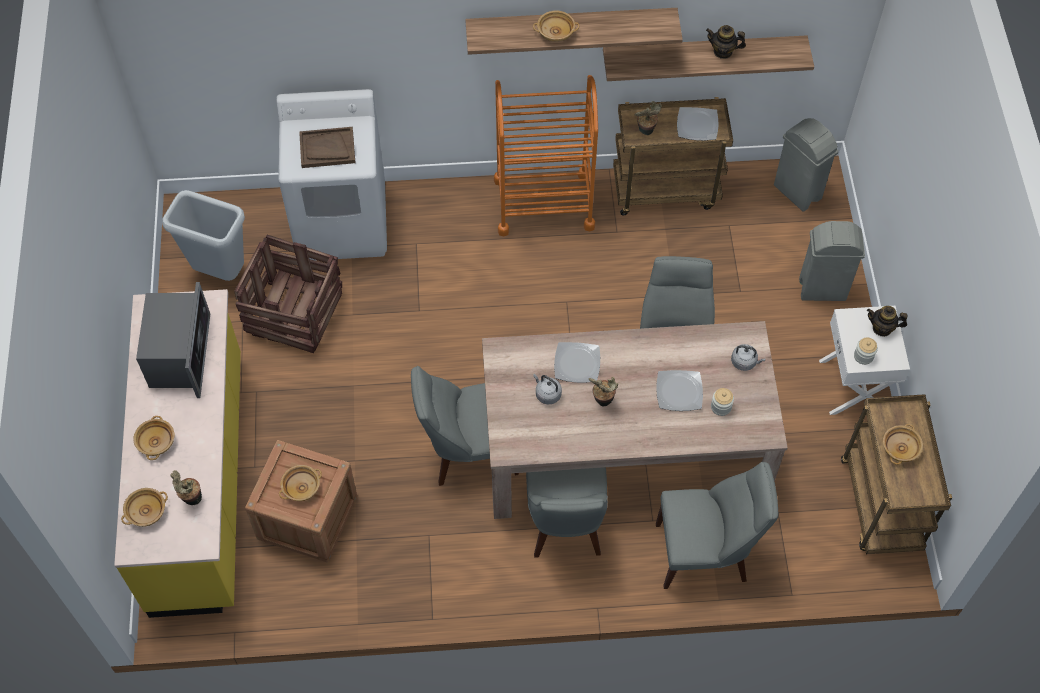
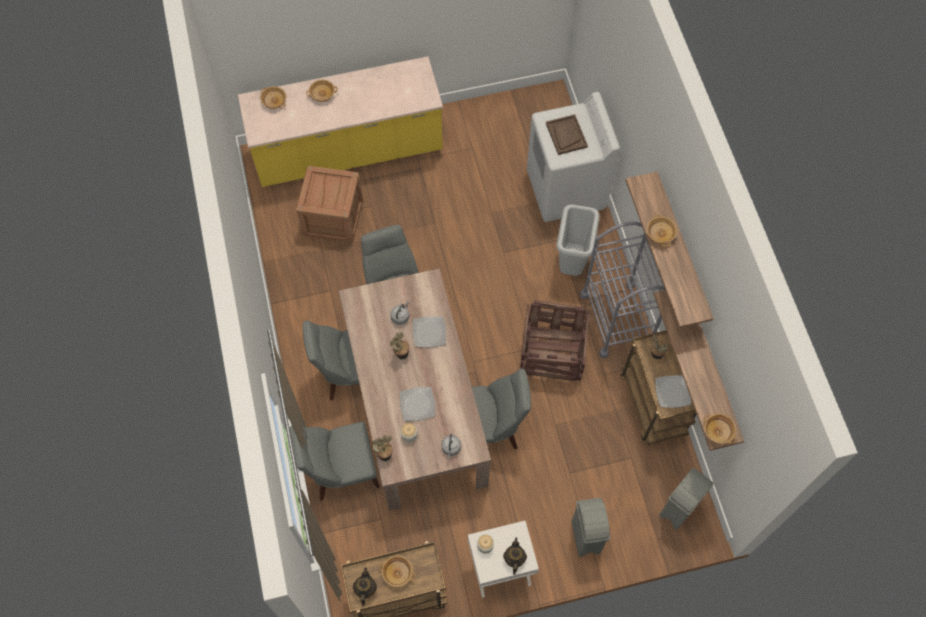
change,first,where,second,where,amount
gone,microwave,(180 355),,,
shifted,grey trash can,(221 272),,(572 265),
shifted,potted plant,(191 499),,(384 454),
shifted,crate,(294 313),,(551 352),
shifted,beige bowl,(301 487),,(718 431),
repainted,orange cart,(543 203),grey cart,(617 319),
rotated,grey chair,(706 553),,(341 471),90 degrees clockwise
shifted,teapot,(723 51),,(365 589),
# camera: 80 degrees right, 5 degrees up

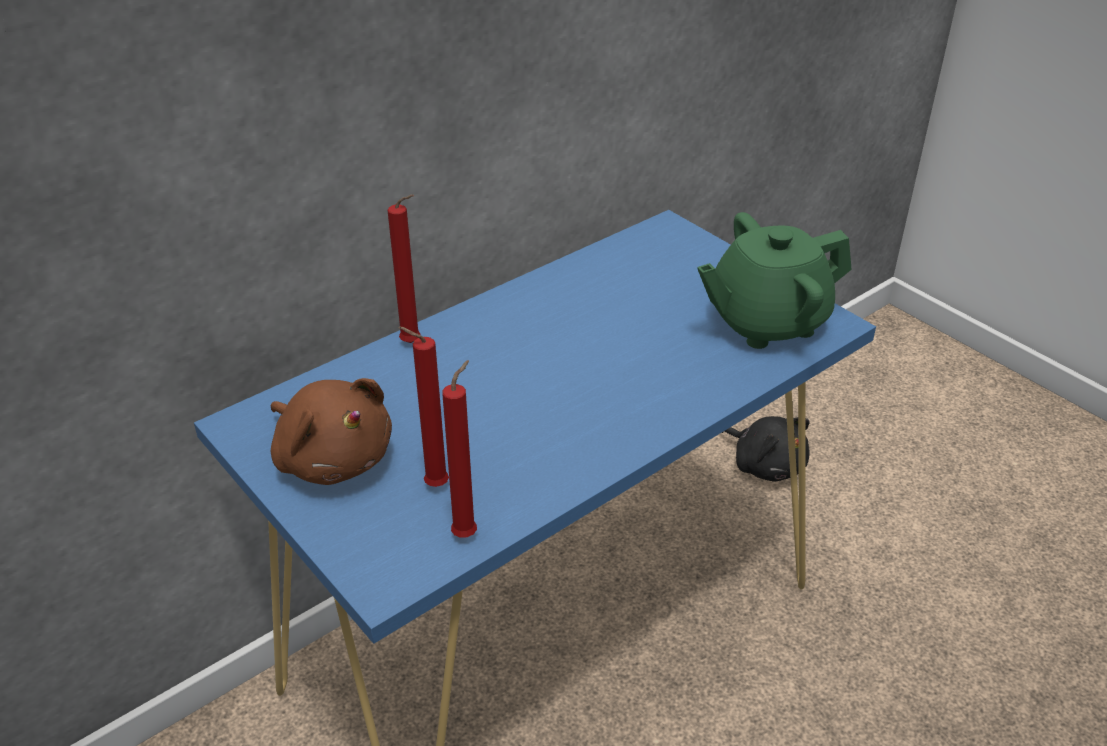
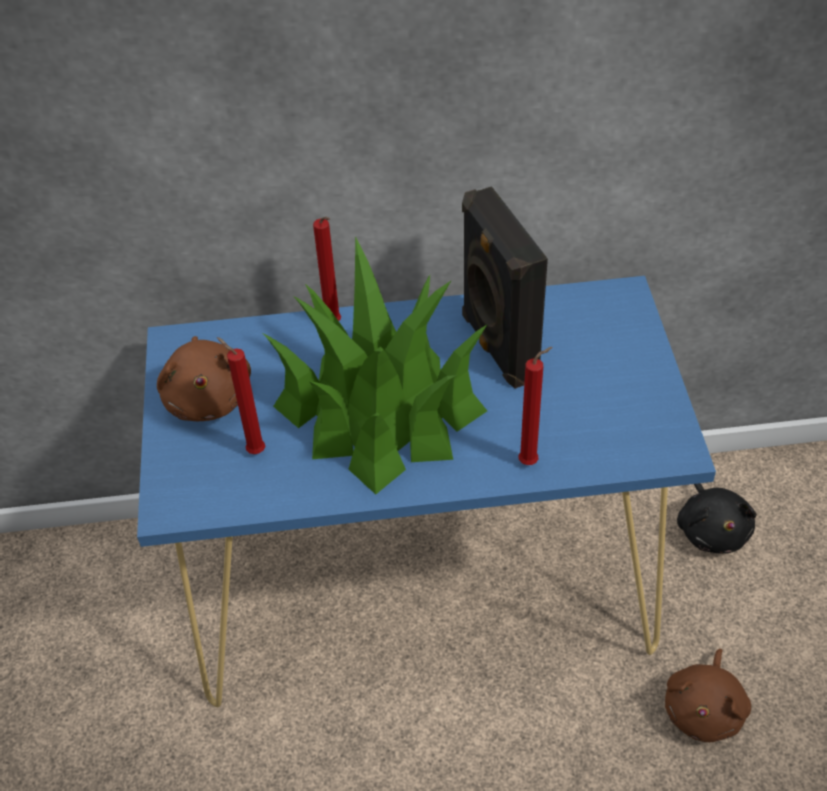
change,first,where,second,where,amount
shifted,red candle,(467 533),,(531 461),
gone,green teapot,(766 322),,,
new,,,potted plant,(380 408),
new,,,black speaker,(496 347),
new,,,brown plush toy,(704 709),
# camera: 35 degrees right, 10 degrees up

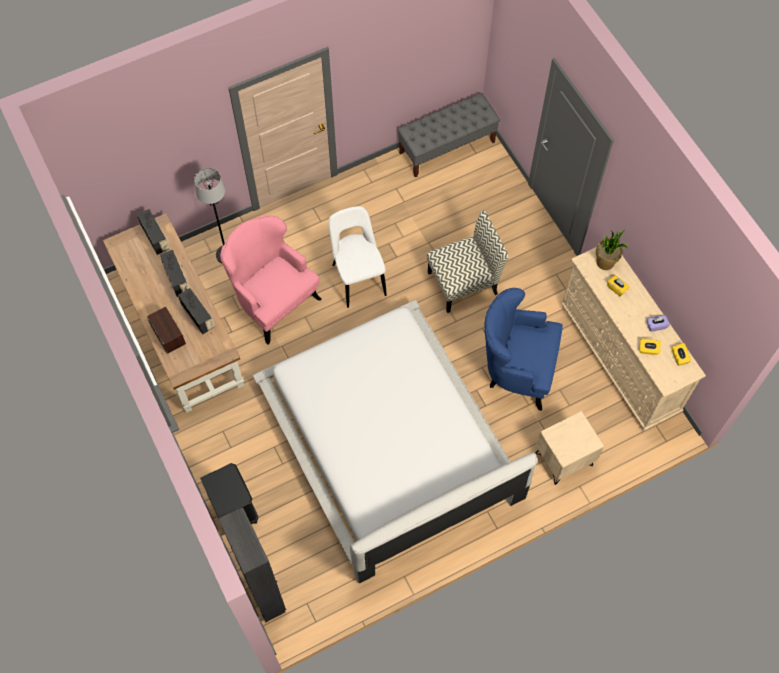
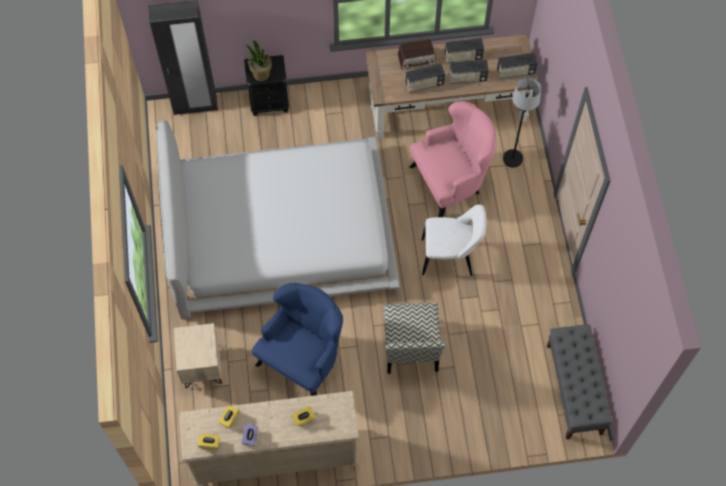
change,first,where,second,where,amount
shifted,potted plant,(605 262),,(261 74),
new,,,radio,(463 57),
# camera: 110 degrees right, 0 degrees up

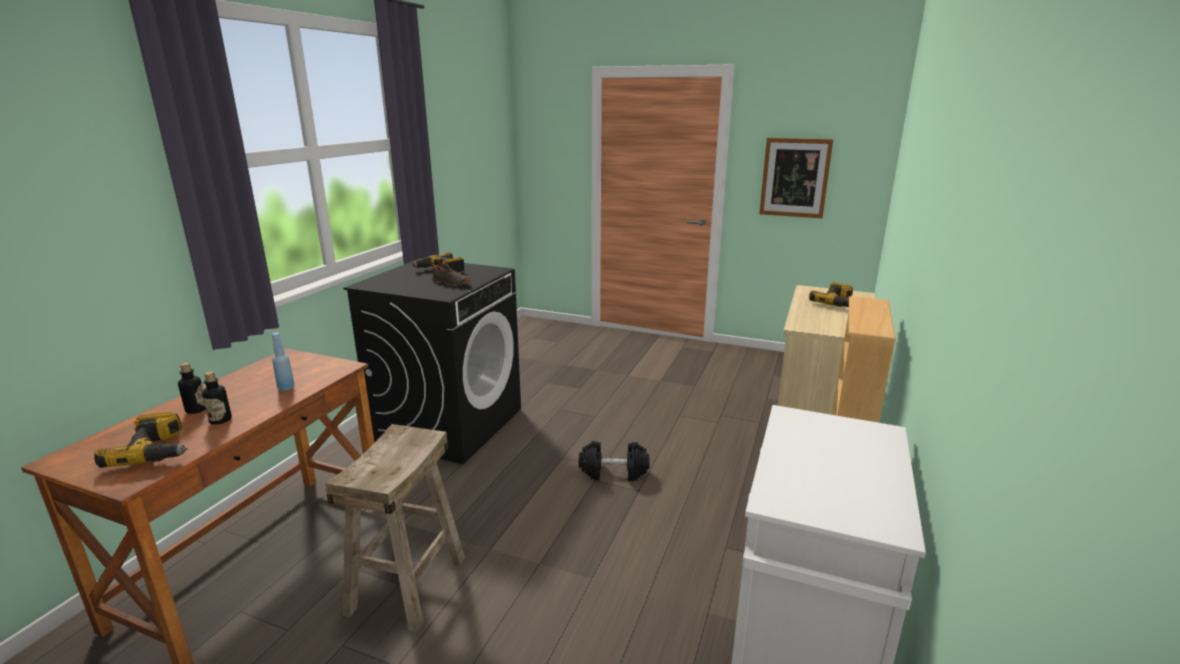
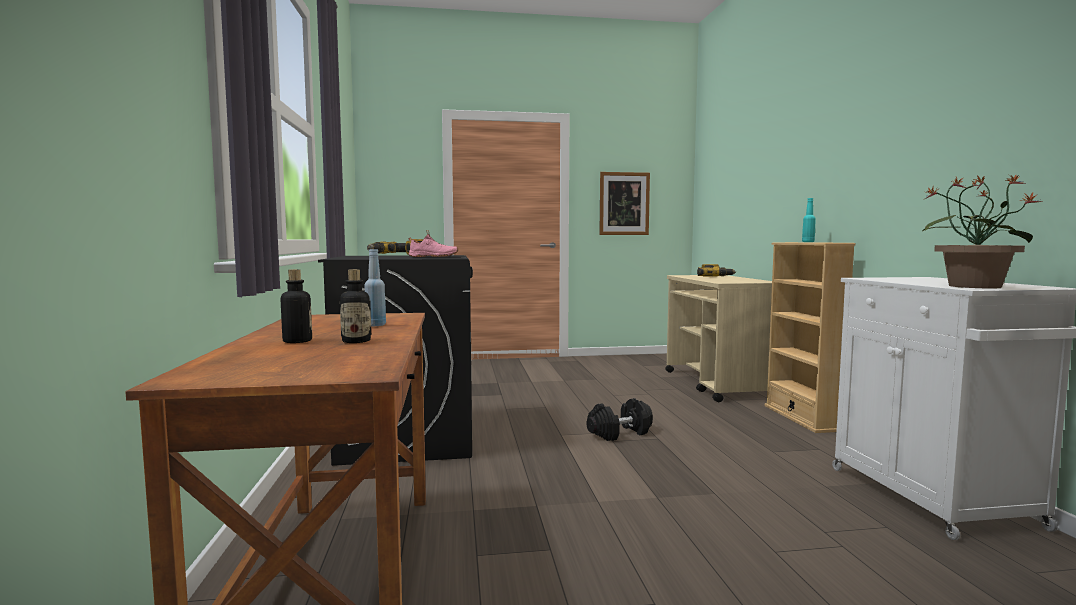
change,first,where,second,where,amount
gone,power drill,(156 451),,,
gone,beige stool,(408 585),,,
repainted,black shoe,(450 283),pink shoe,(433 257),
new,,,turquoise bottle,(808 242),
new,,,potted plant,(972 286),
# camera: 30 degrees left, 15 degrees down

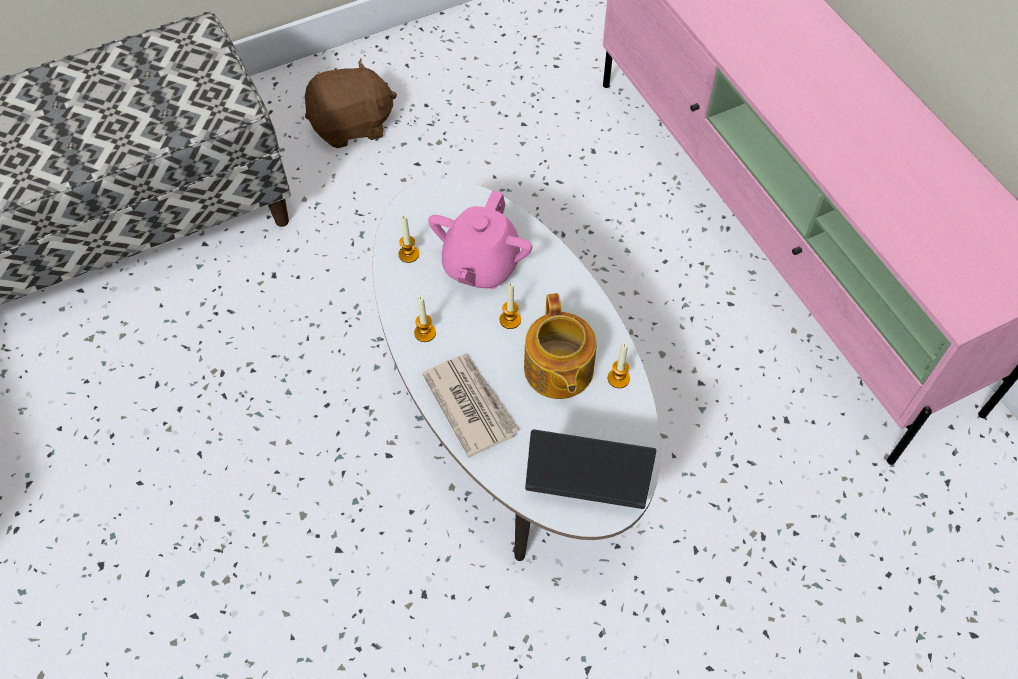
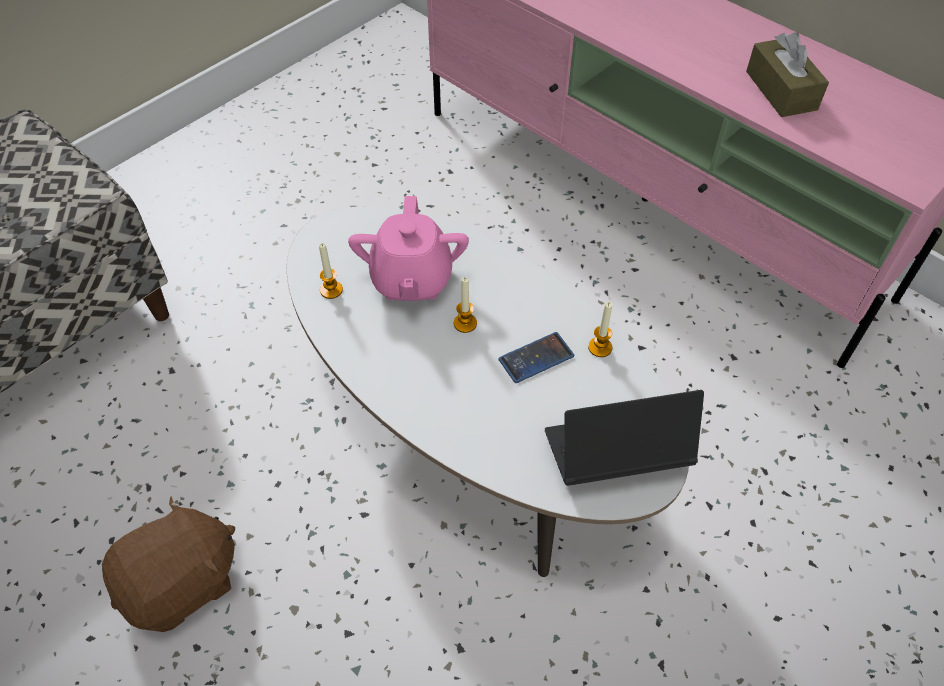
change,first,where,second,where,amount
shifted,brown plush toy,(352 126),,(183 583),
gone,candle,(425 333),,,
gone,newspaper,(470 404),,,
swapped,teapot,(558 370),phone,(536 358),
new,,,brown tissue box,(781 90),
# camera: 20 degrees left, 5 degrees down

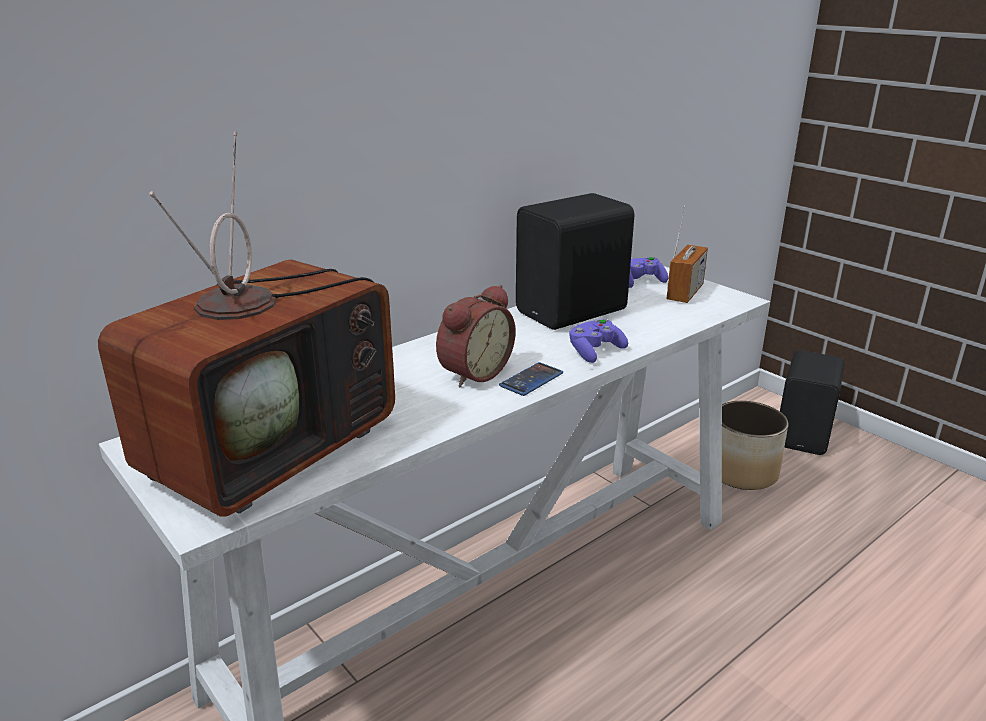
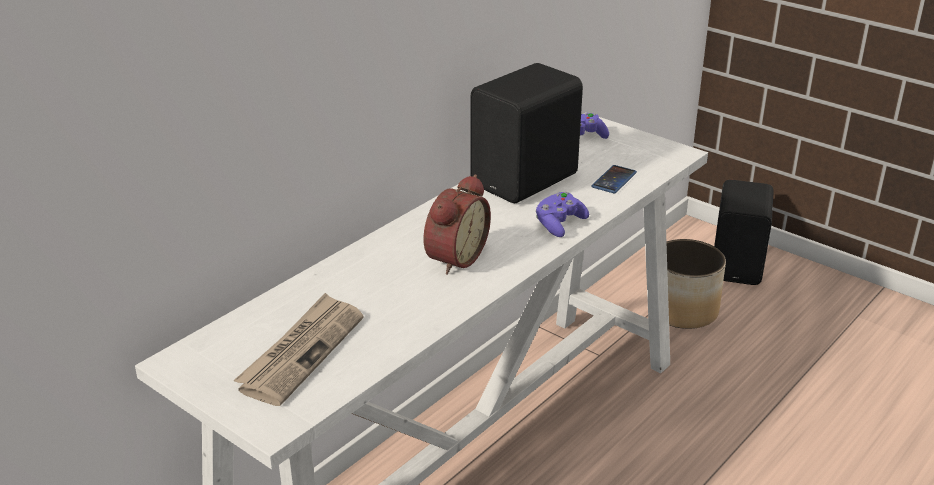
change,first,where,second,where,amount
swapped,television,(273 447),newspaper,(301 352),
shifted,phone,(531 380),,(614 180),
gone,radio,(685 293),,,
# camera: 10 degrees left, 5 degrees up

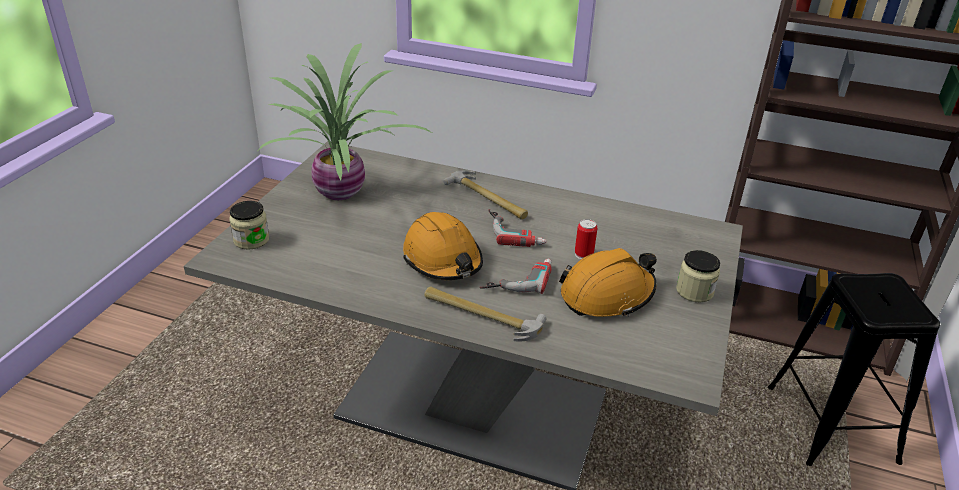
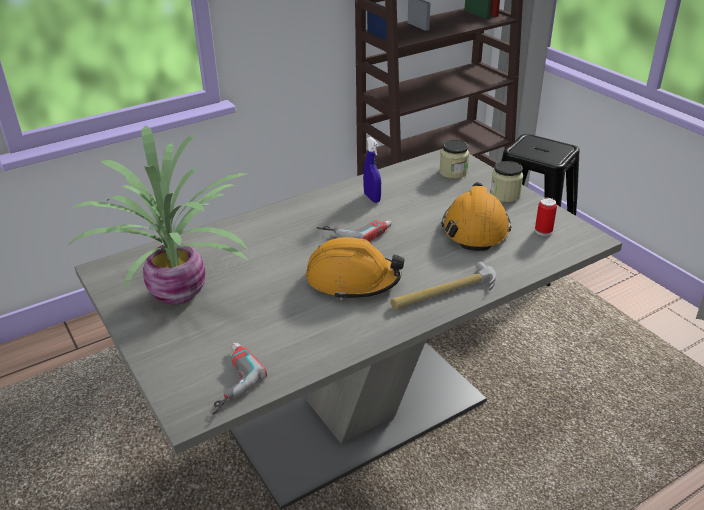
change,first,where,second,where,amount
shifted,jar,(251 240),,(453 172),
gone,hammer,(487 198),,,
shifted,power drill,(517 278),,(227 381),
shifted,can,(583 254),,(543 231),
new,,,blue spray bottle,(372 198),
# camera: 50 degrees left, 0 degrees up

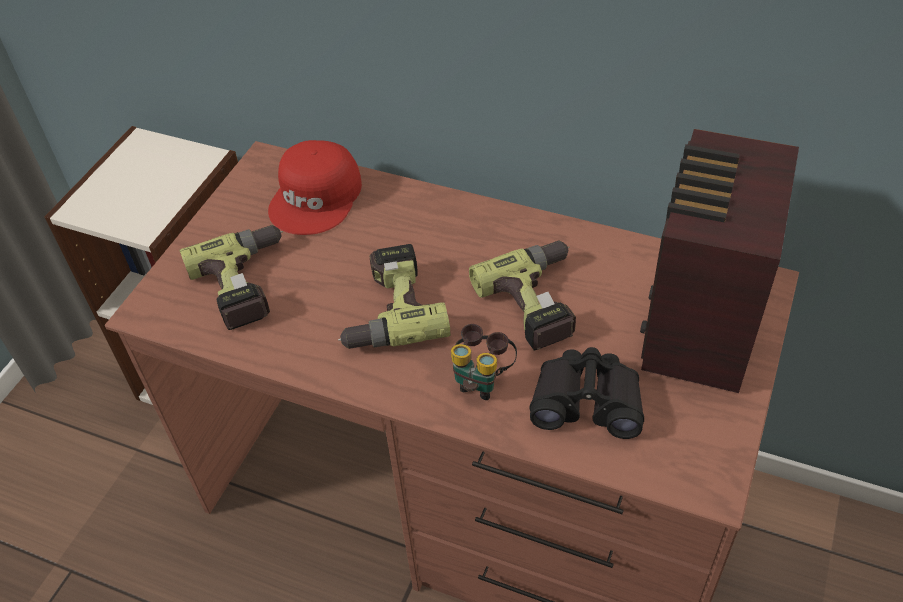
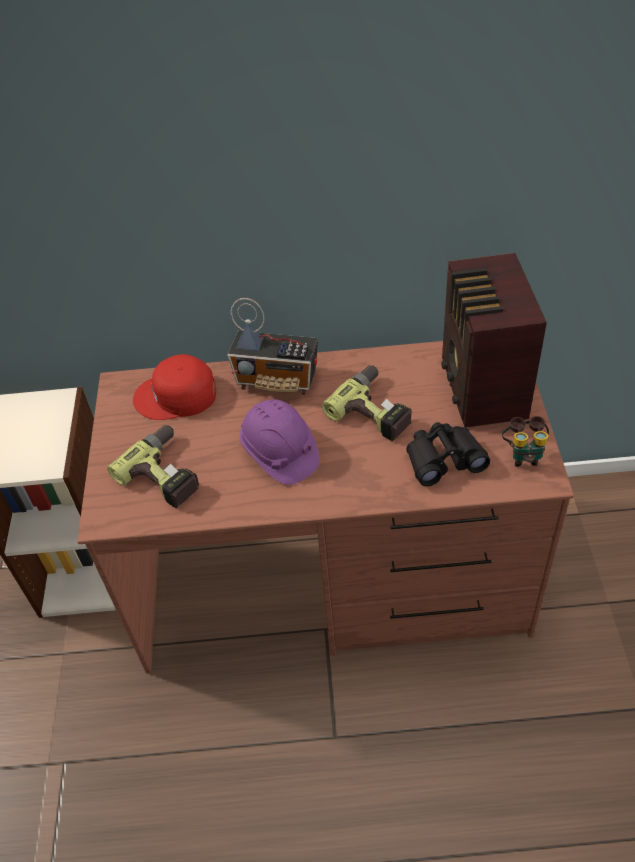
change,first,where,second,where,amount
rotated,red cap,(317 197),,(176 396),90 degrees clockwise
swapped,power drill,(388 310),purple hard hat,(279 453),
shifted,binoculars,(482 380),,(523 454),
new,,,radio,(277 380),
# camera: 25 degrees left, 0 degrees up

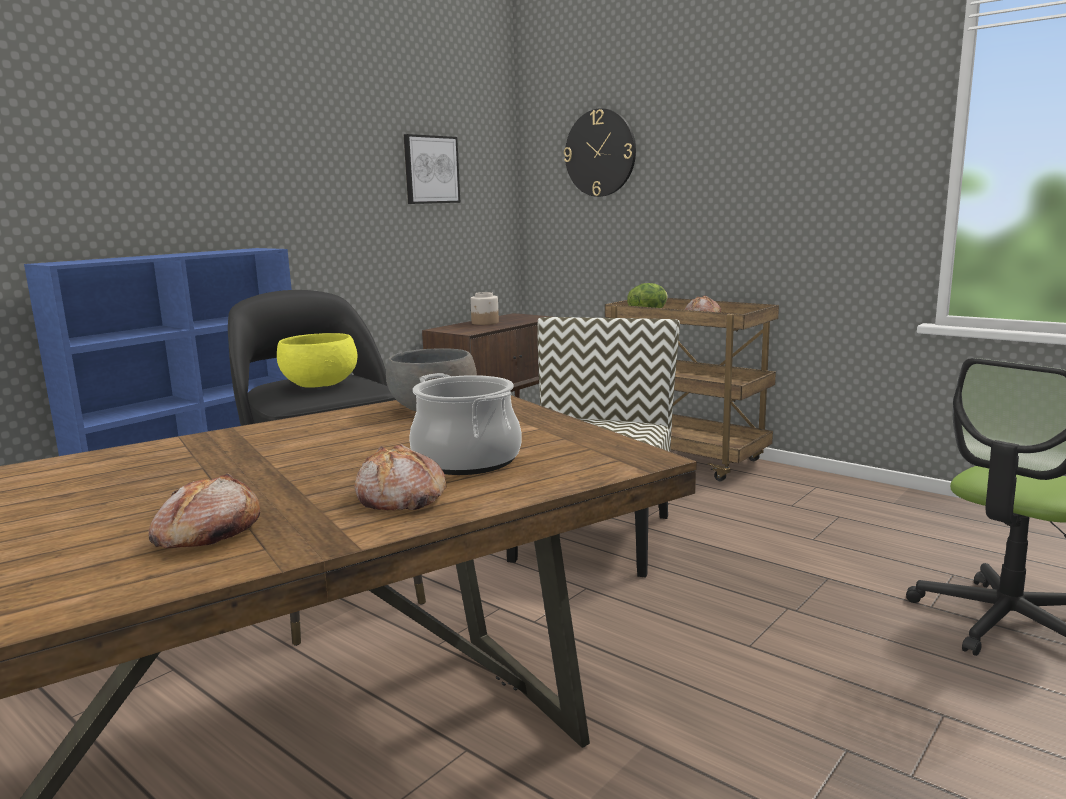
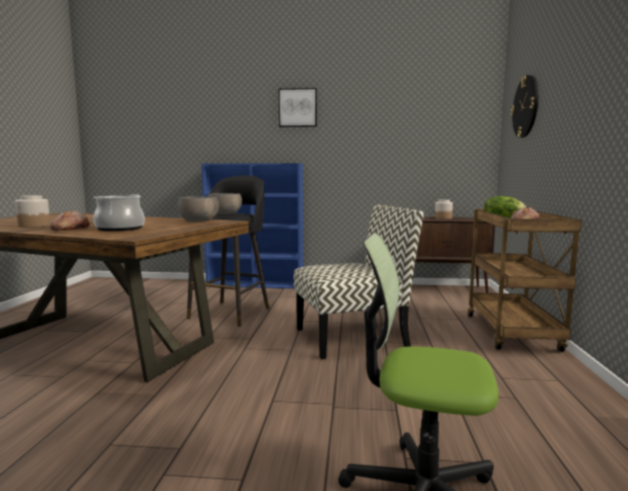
change,first,where,second,where,amount
swapped,bread,(206 533),jar,(34 225),
repainted,yellow bowl,(320 384),grey bowl,(225 214),
shifted,picture,(431 170),,(297 108),
# camera: 55 degrees right, 5 degrees down

